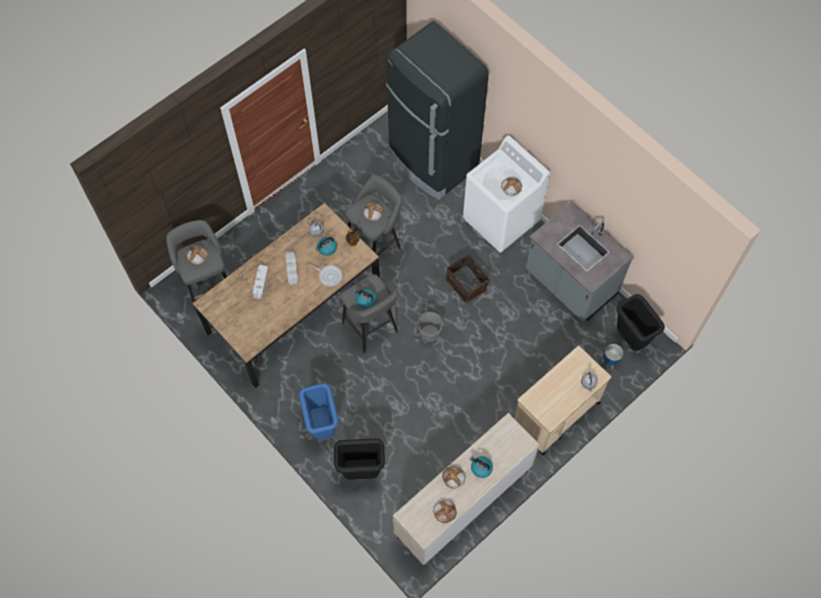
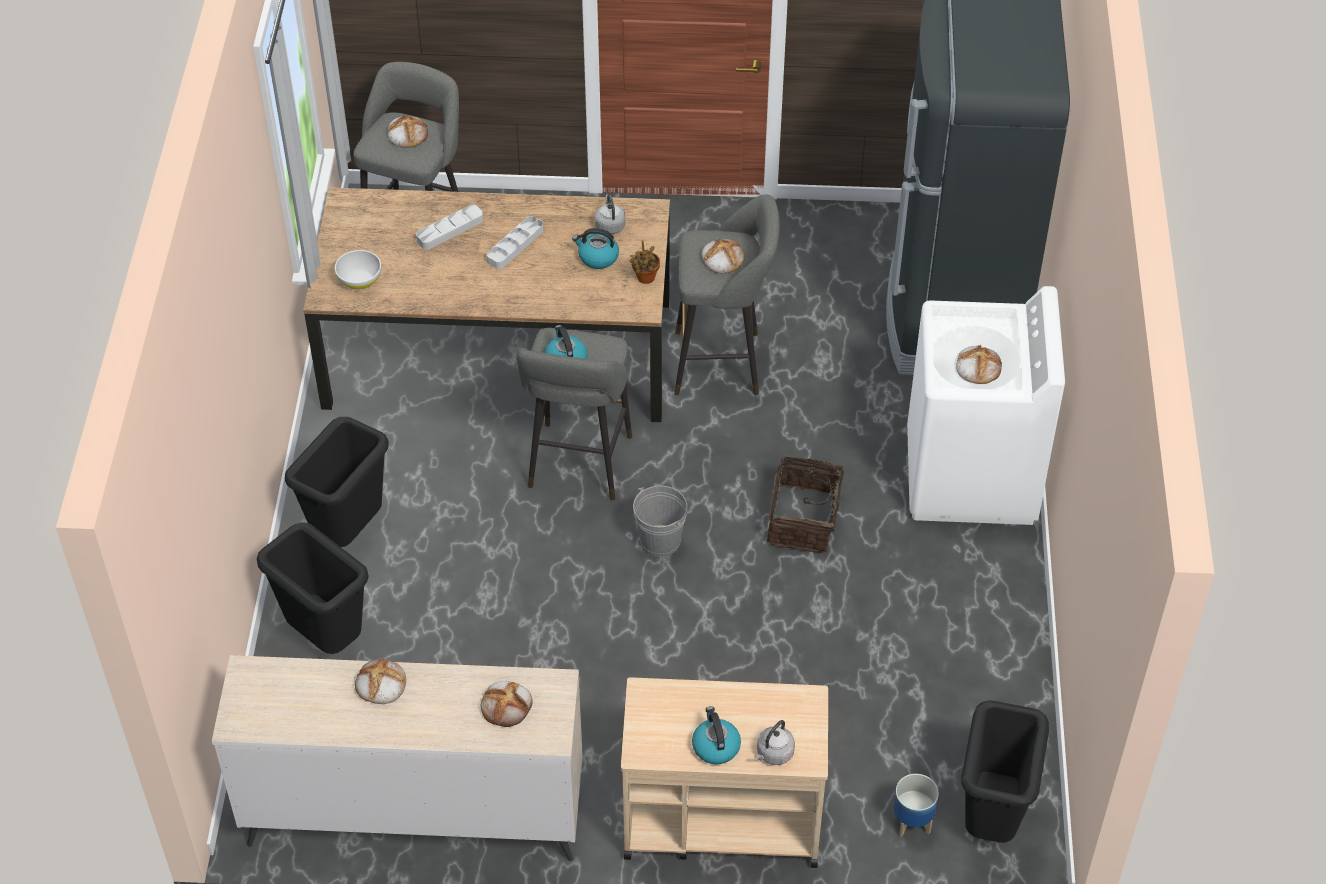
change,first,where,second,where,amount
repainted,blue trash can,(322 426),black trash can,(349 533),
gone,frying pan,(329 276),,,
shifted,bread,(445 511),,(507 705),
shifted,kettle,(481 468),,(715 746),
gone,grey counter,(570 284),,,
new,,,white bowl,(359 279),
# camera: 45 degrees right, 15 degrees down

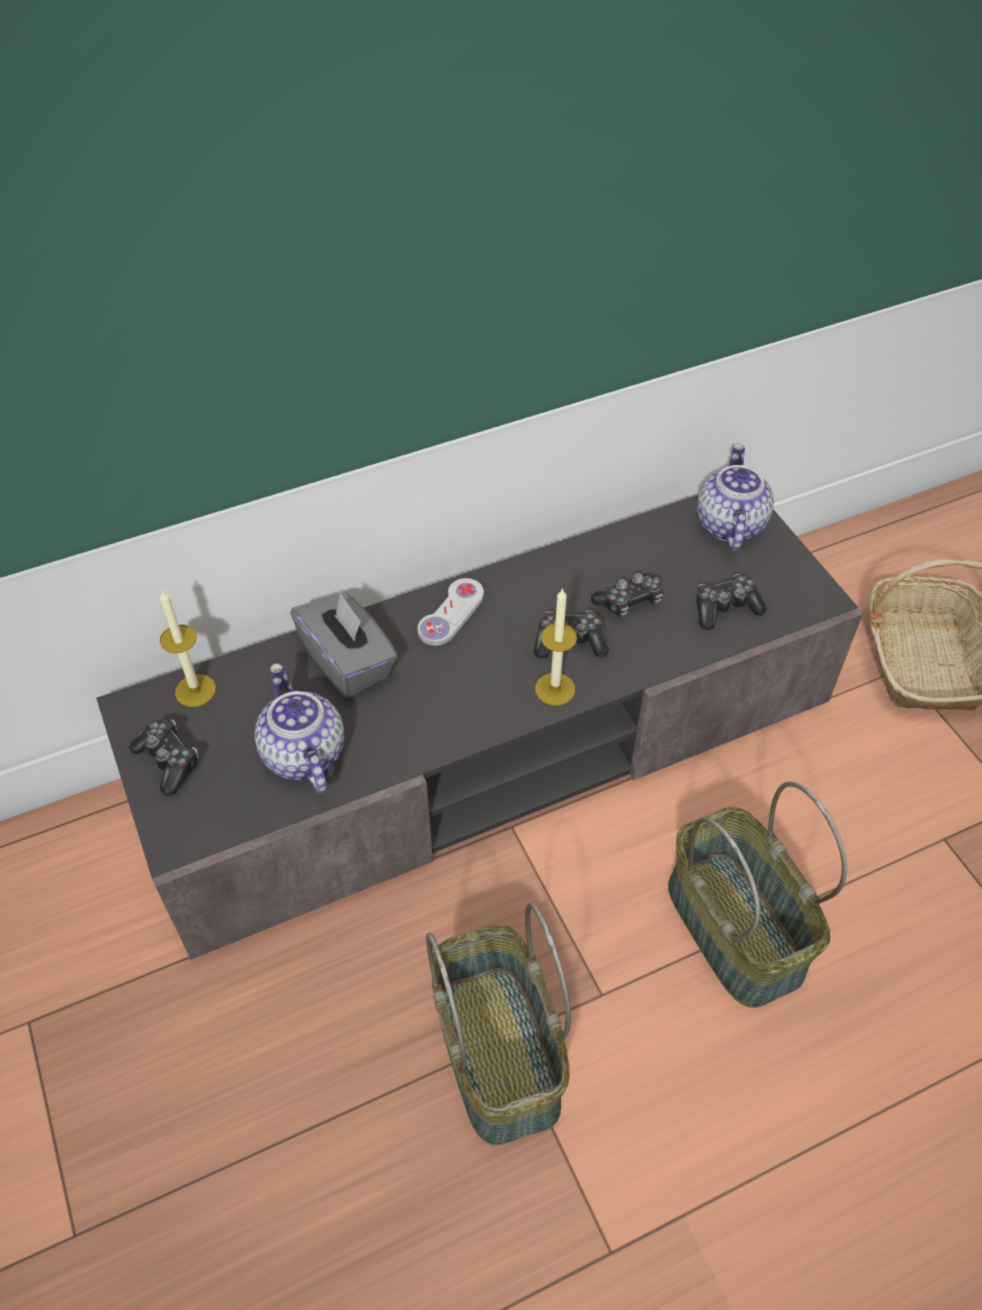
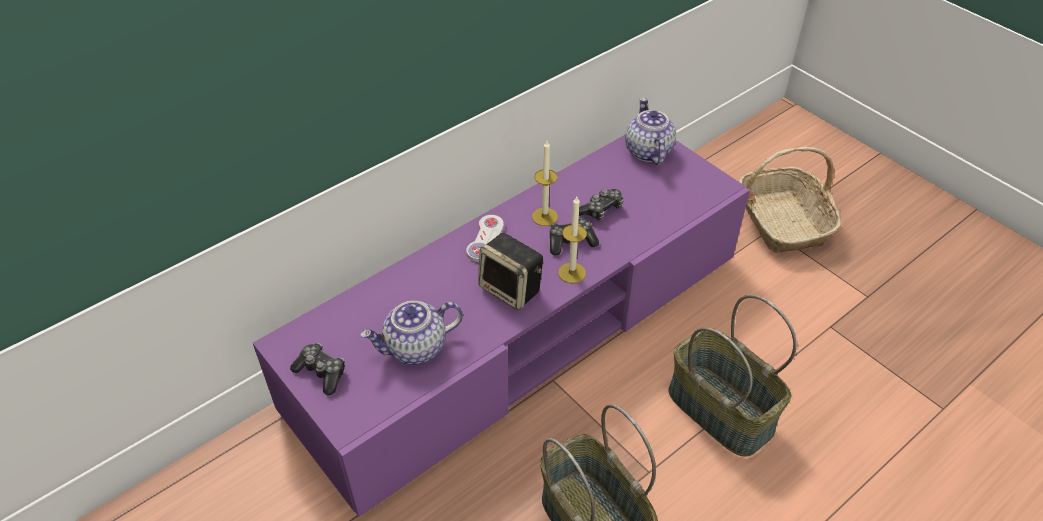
change,first,where,second,where,amount
repainted,grey tv stand,(491 746),purple tv stand,(521 331),
shifted,candle,(195 690),,(544 217),
rotated,teapot,(302 753),,(415 348),75 degrees counterclockwise
gone,grey tissue box,(348 662),,,
gone,game controller,(725 608),,,
new,,,speaker,(511 289),
# camera: 15 degrees left, 5 degrees down

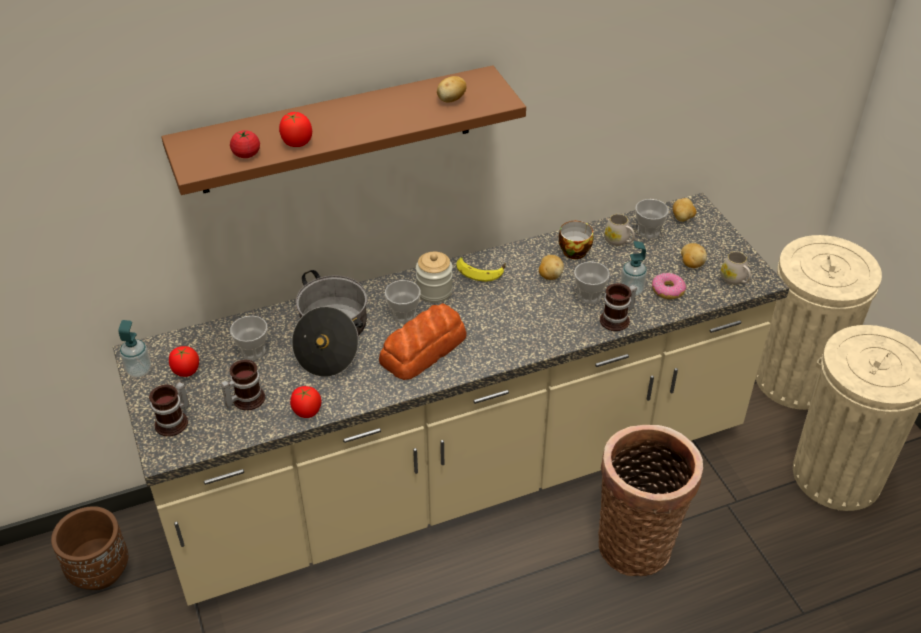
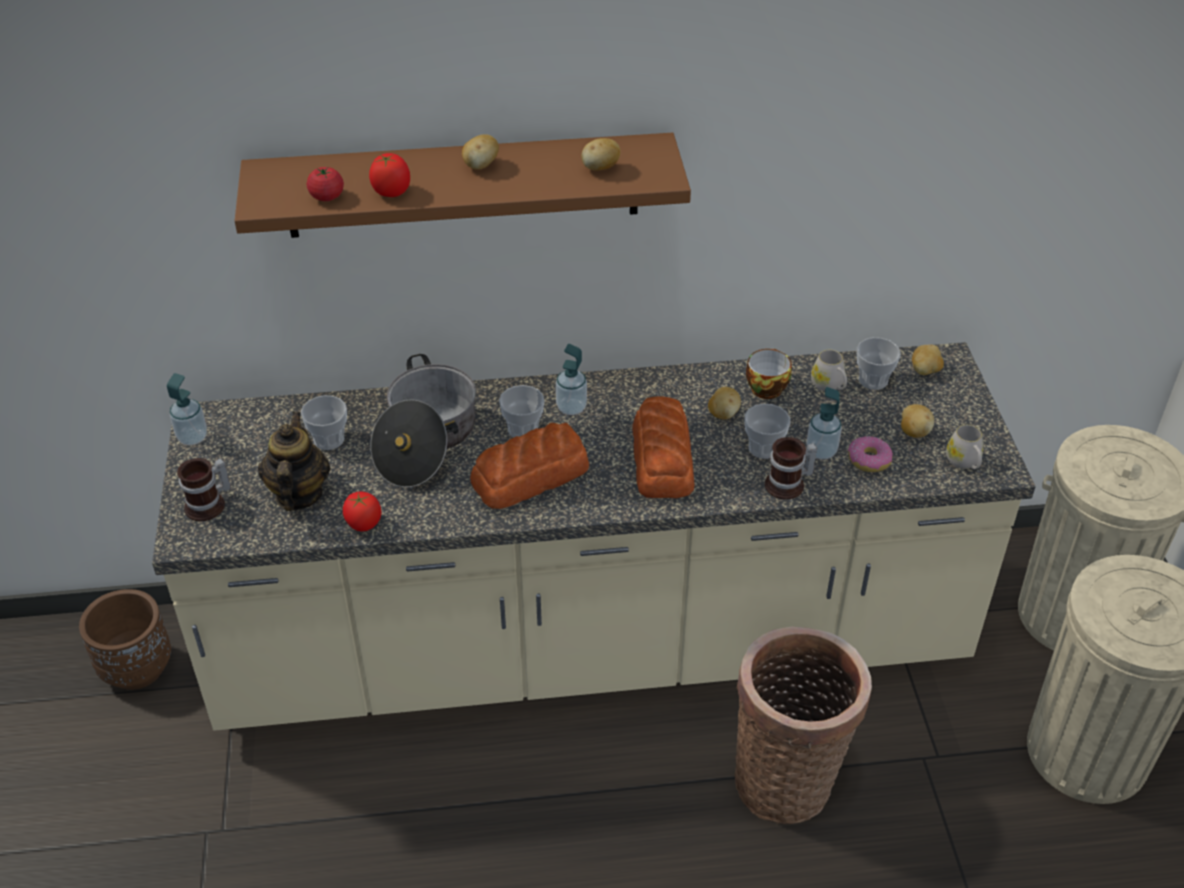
change,first,where,second,where,amount
gone,tomato,(186 371),,,
swapped,mug,(245 399),teapot,(298 494),
swapped,jar,(434 291),soap dispenser,(571 407),
gone,banana,(480 271),,,
new,,,potato,(481 166),
new,,,bread,(663 457),
# camera: 15 degrees right, 0 degrees up

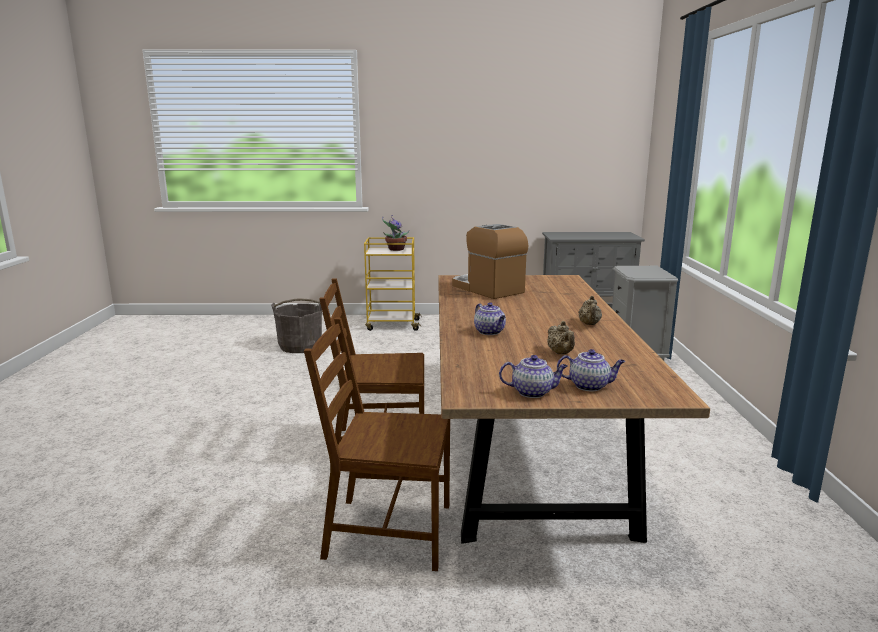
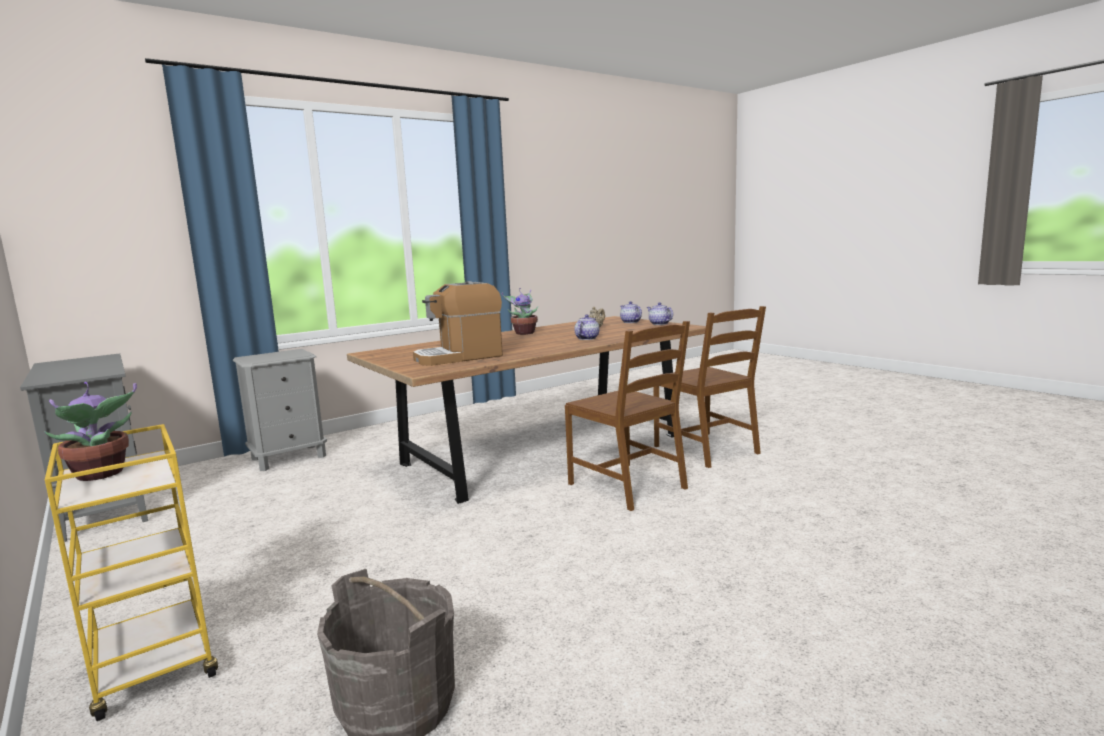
change,first,where,second,where,amount
rotated,coffee machine,(487 289),,(459 357),45 degrees clockwise
swapped,beige teapot,(589 324),potted plant,(524 333),
# camera: 125 degrees left, 5 degrees down

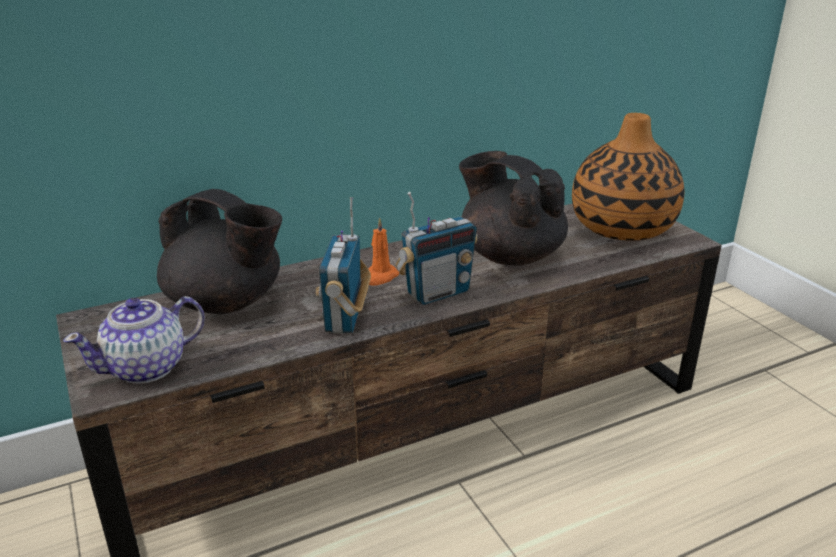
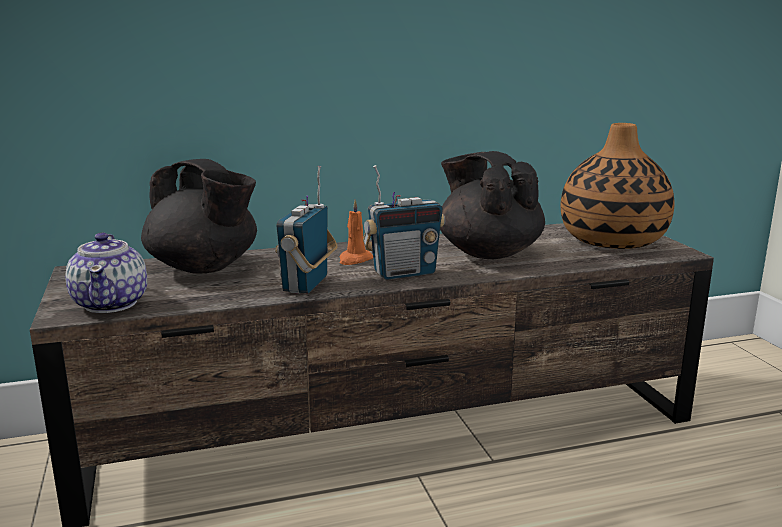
change,first,where,second,where,amount
rotated,teapot,(147 368),,(111 303),75 degrees counterclockwise
# camera: 10 degrees right, 10 degrees down

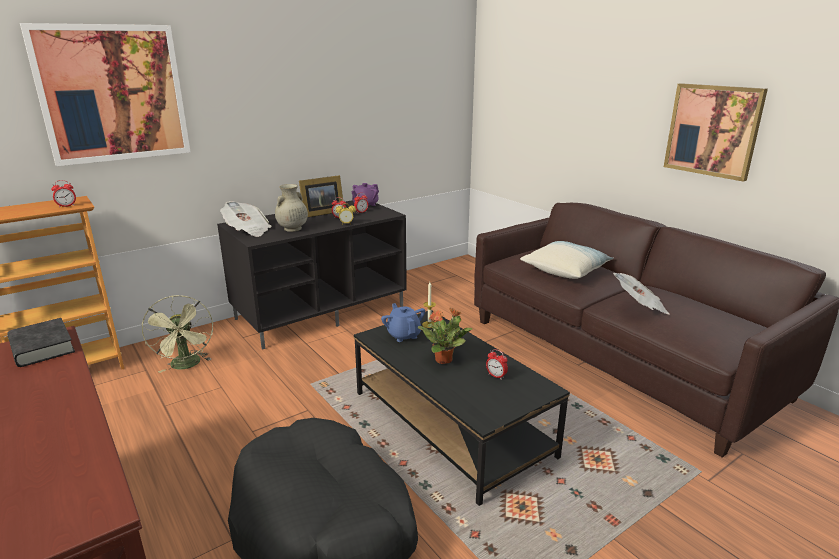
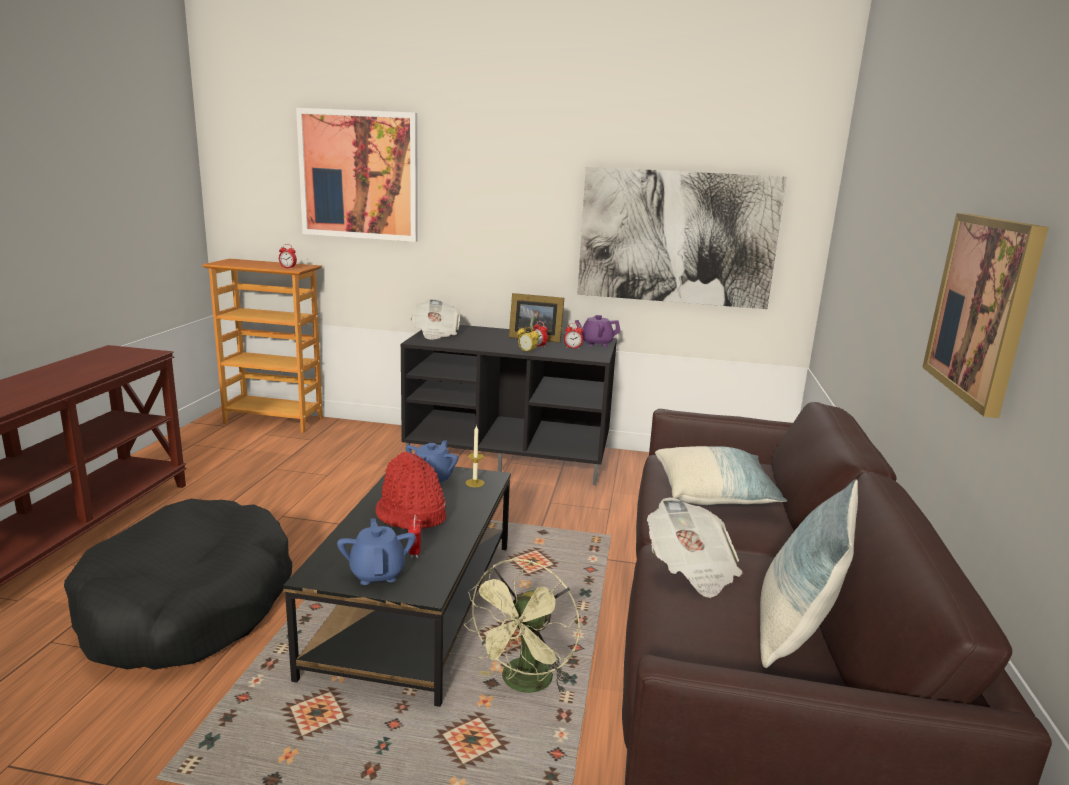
change,first,where,second,where,amount
gone,black book,(42 348),,,
shifted,green fan,(187 365),,(524 684),
gone,beige vase,(292 229),,,
swapped,potted plant,(444 360),red hat,(410 515),
new,,,blue teapot,(377 573),
new,,,picture,(677 237),
new,,,pillow,(794 631),
# camera: 45 degrees right, 5 degrees down

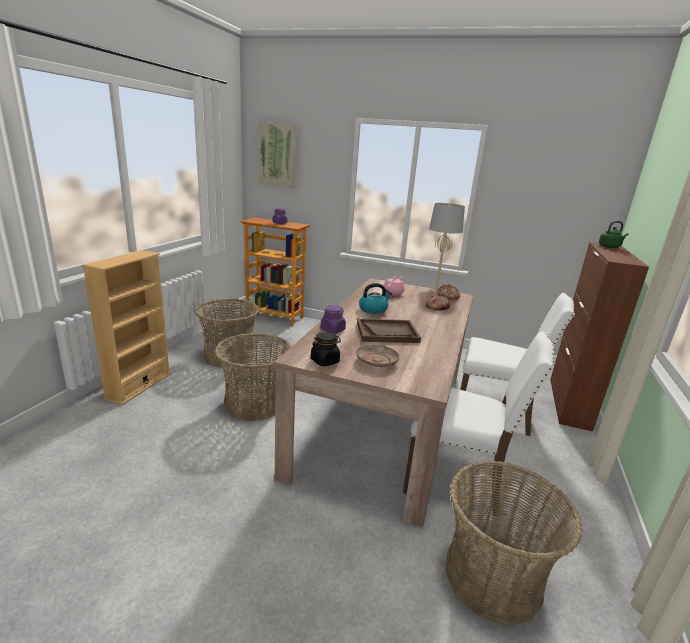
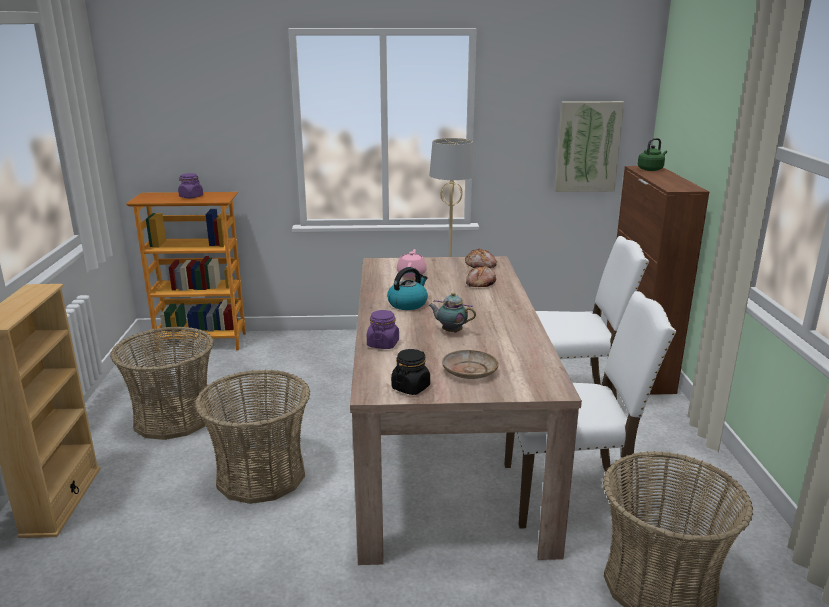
change,first,where,second,where,amount
shifted,picture,(278 155),,(587 147),
swapped,brown tray,(387 332),teapot,(450 331),
# camera: 20 degrees left, 0 degrees up

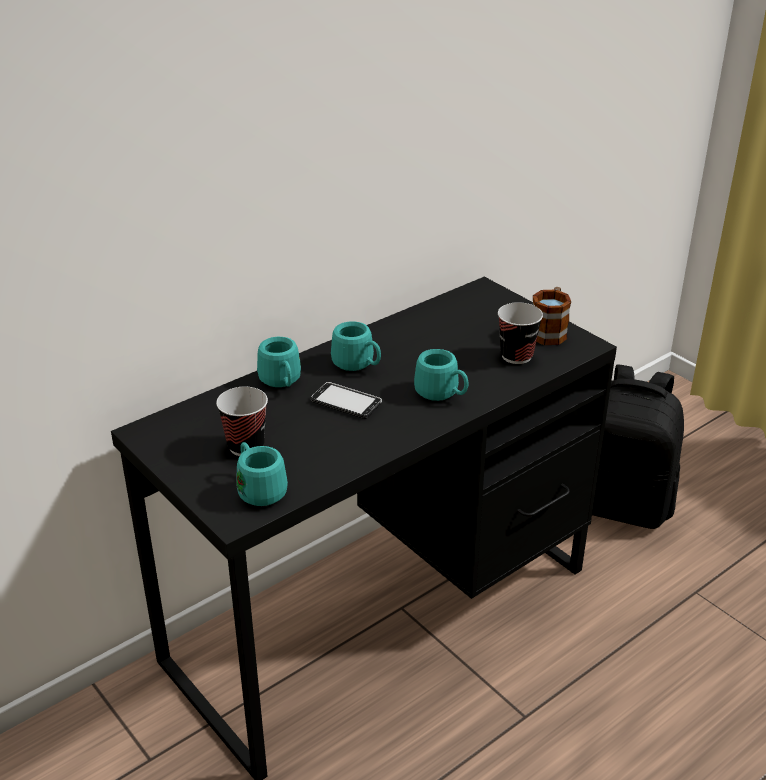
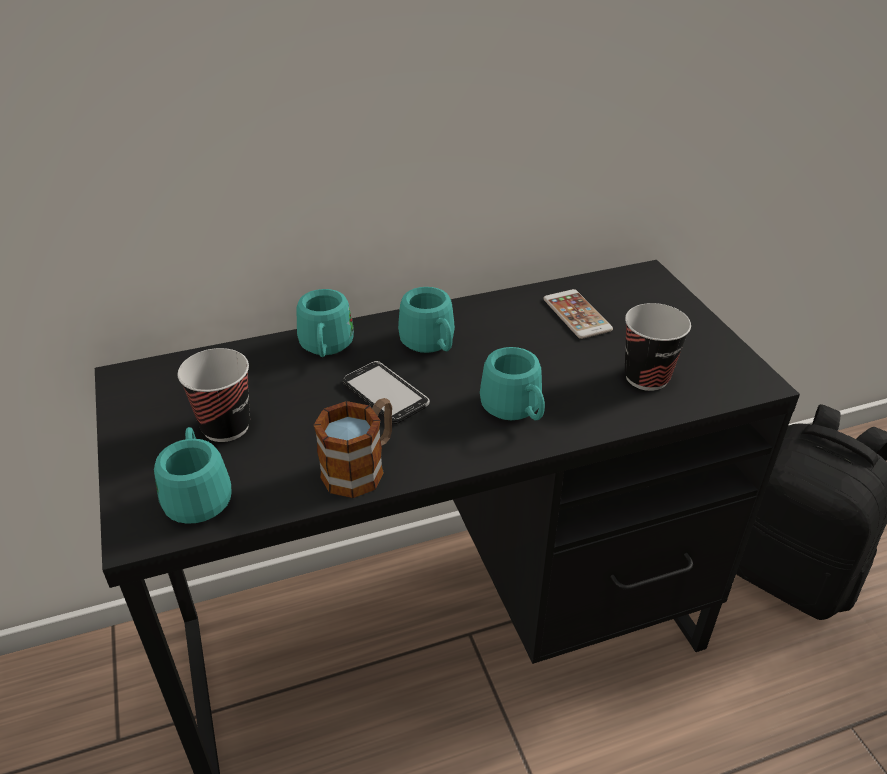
change,first,where,second,where,amount
shifted,mug,(549 331),,(361 467),
new,,,phone,(577 314),
# camera: 20 degrees right, 5 degrees up

